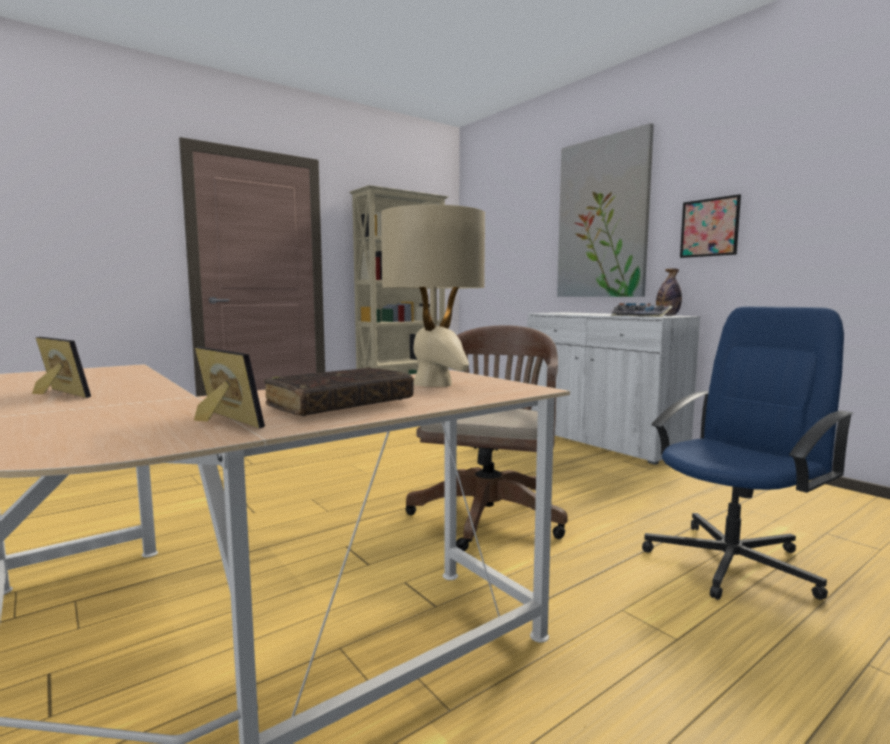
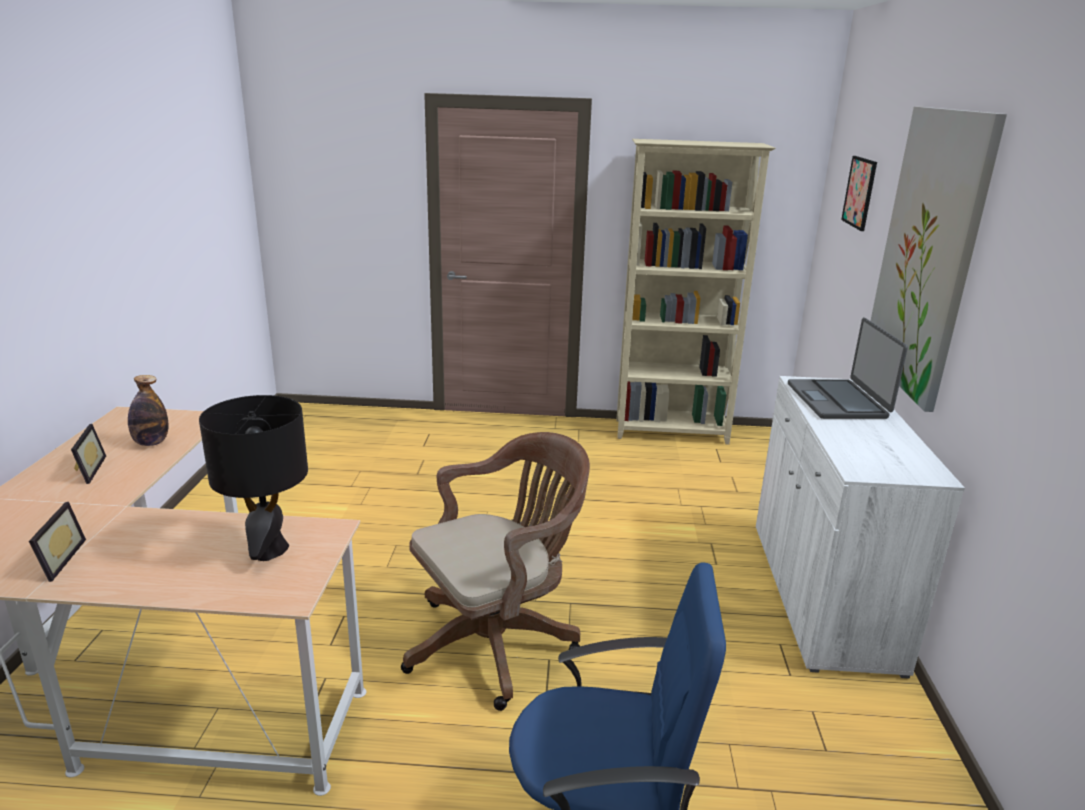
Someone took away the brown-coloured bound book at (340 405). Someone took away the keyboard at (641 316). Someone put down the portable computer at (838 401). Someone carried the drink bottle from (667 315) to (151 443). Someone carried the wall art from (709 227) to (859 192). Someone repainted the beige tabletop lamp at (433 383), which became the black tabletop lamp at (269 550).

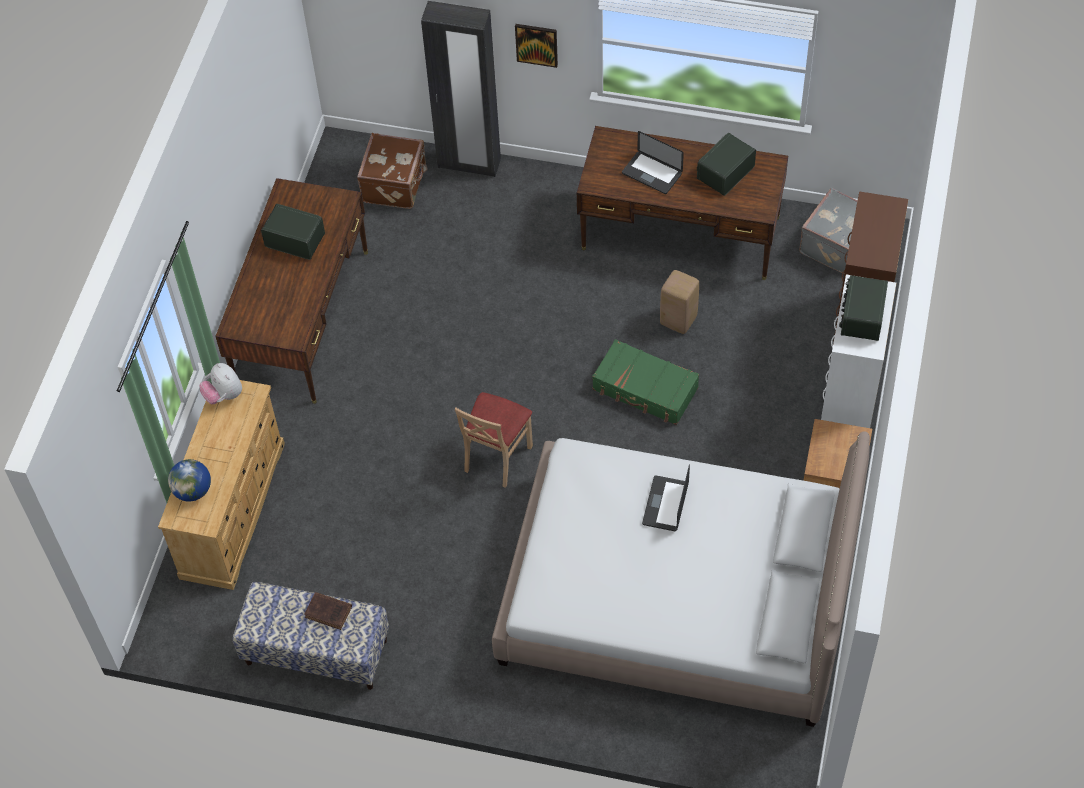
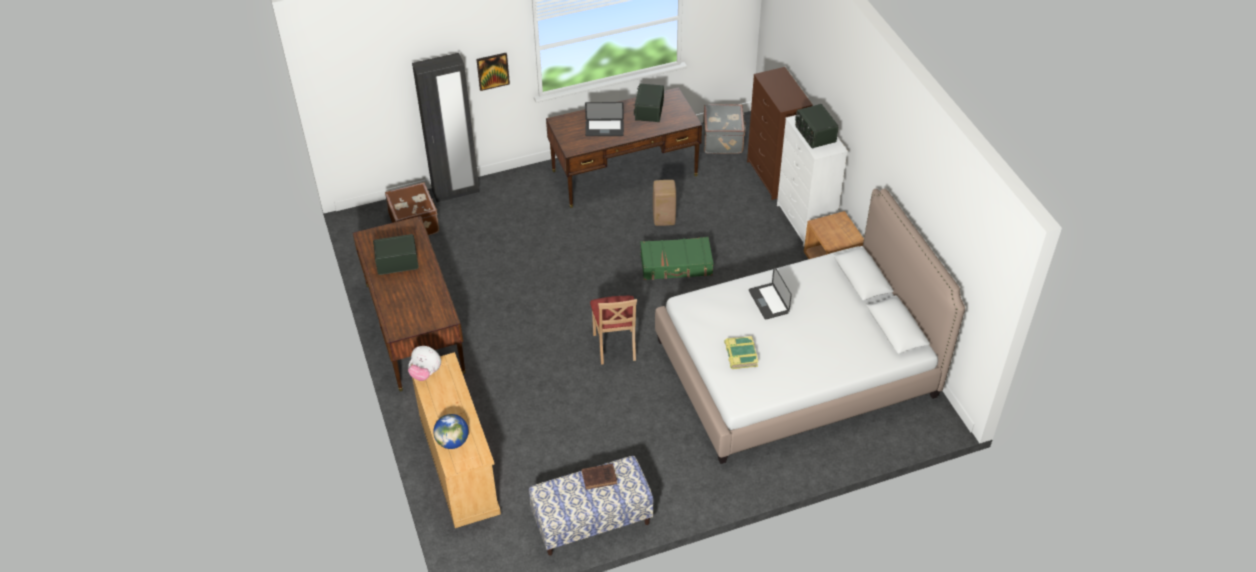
Someone put down the bound book at (740 355).

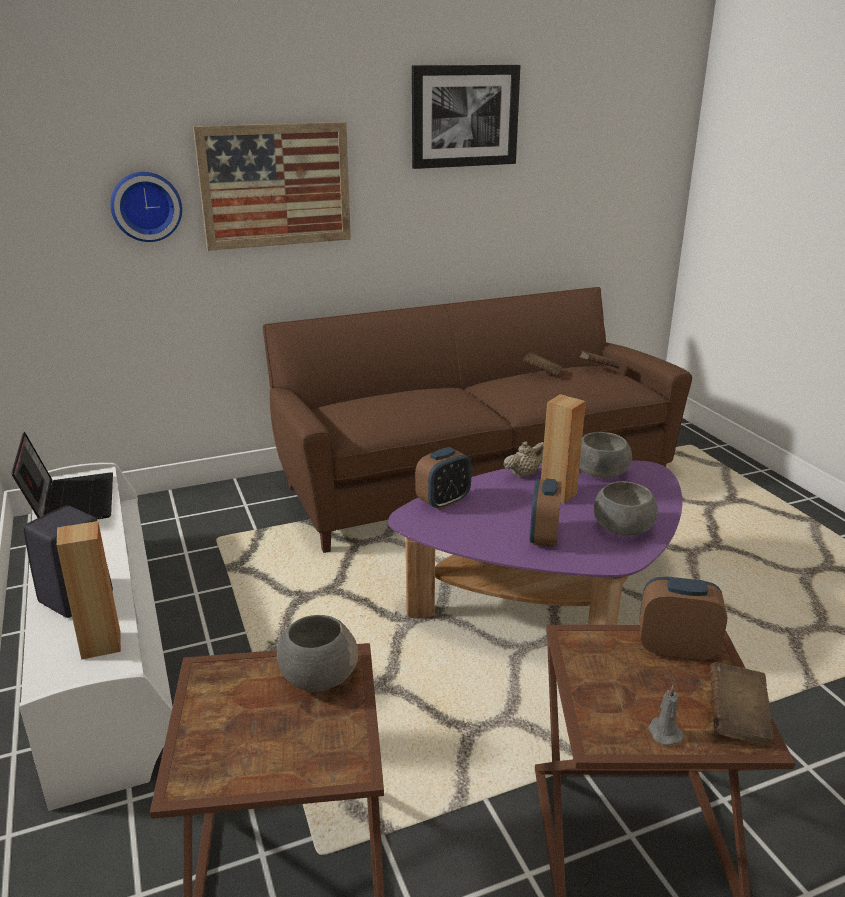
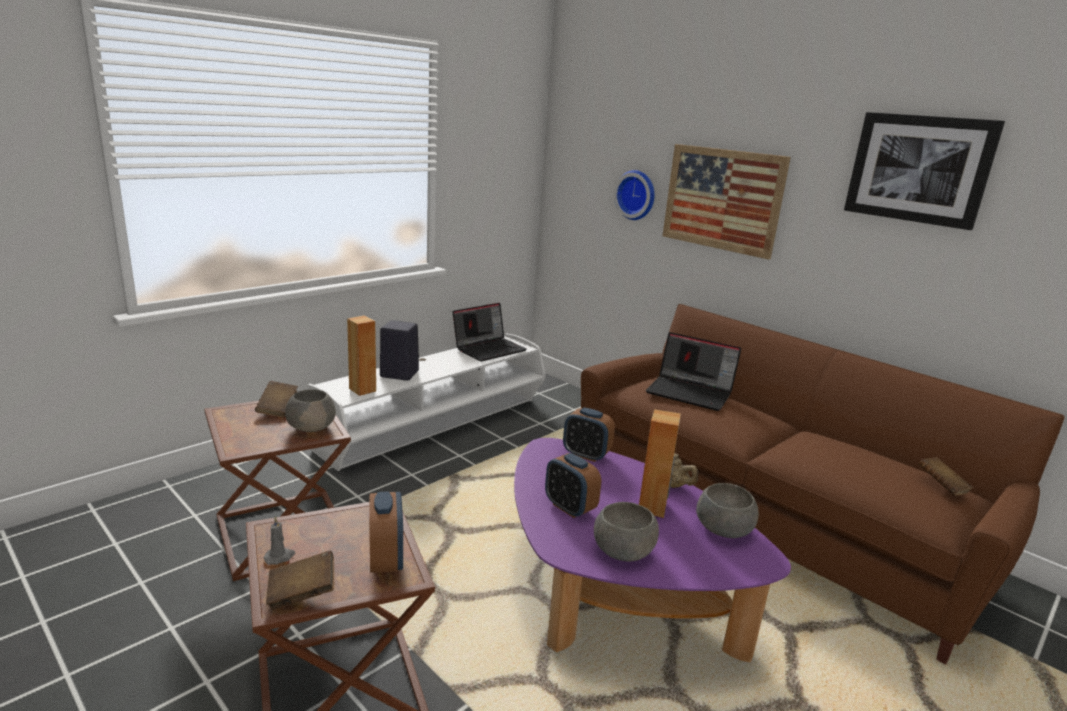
Someone put down the portable computer at (691 392). Someone carried the brown-coloured bound book from (541 373) to (278 409). Someone rotated the table clock at (543 537) by 120 degrees counterclockwise.

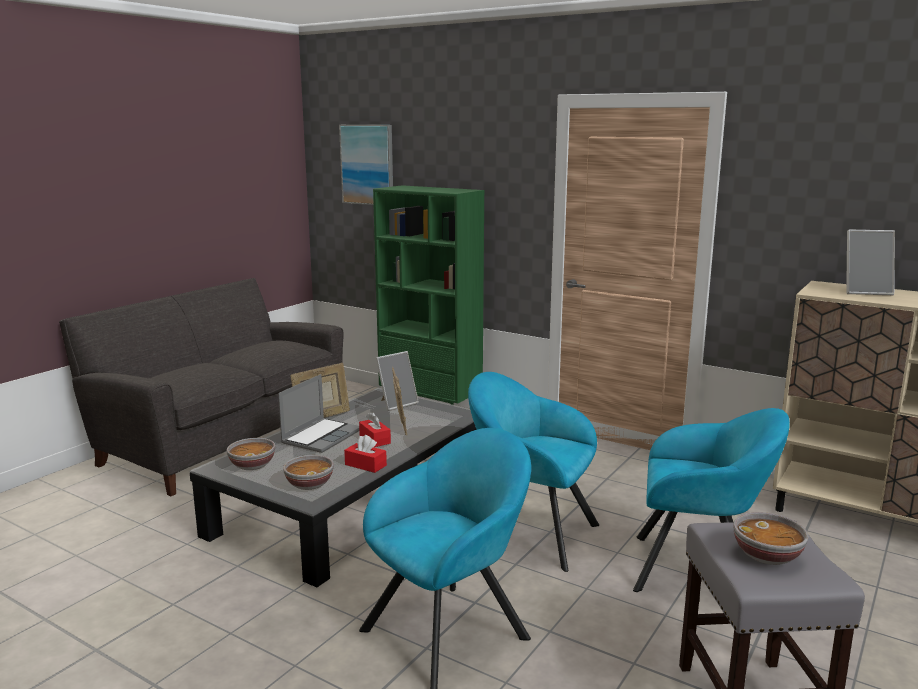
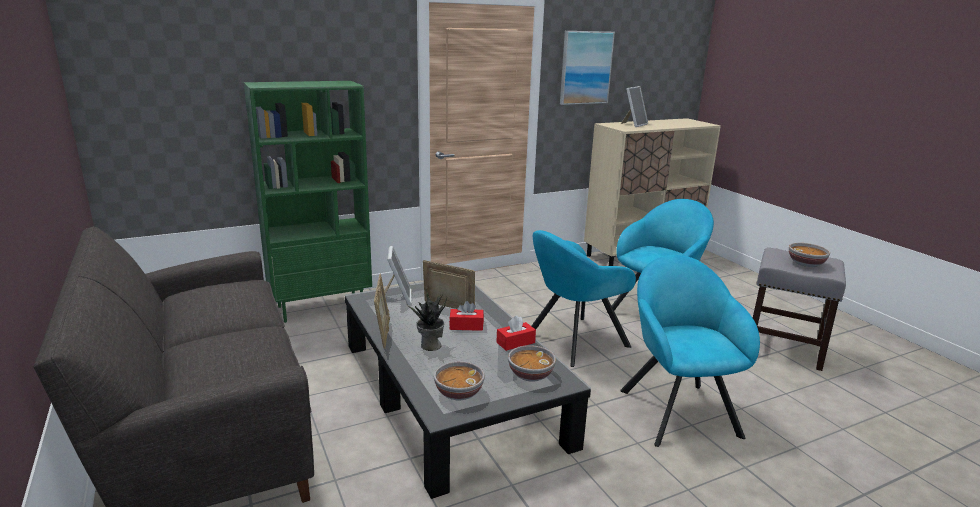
Someone carried the wall art from (367 165) to (585 68). Someone swapped the portable computer at (321 436) for the plant in a pot at (430 346).

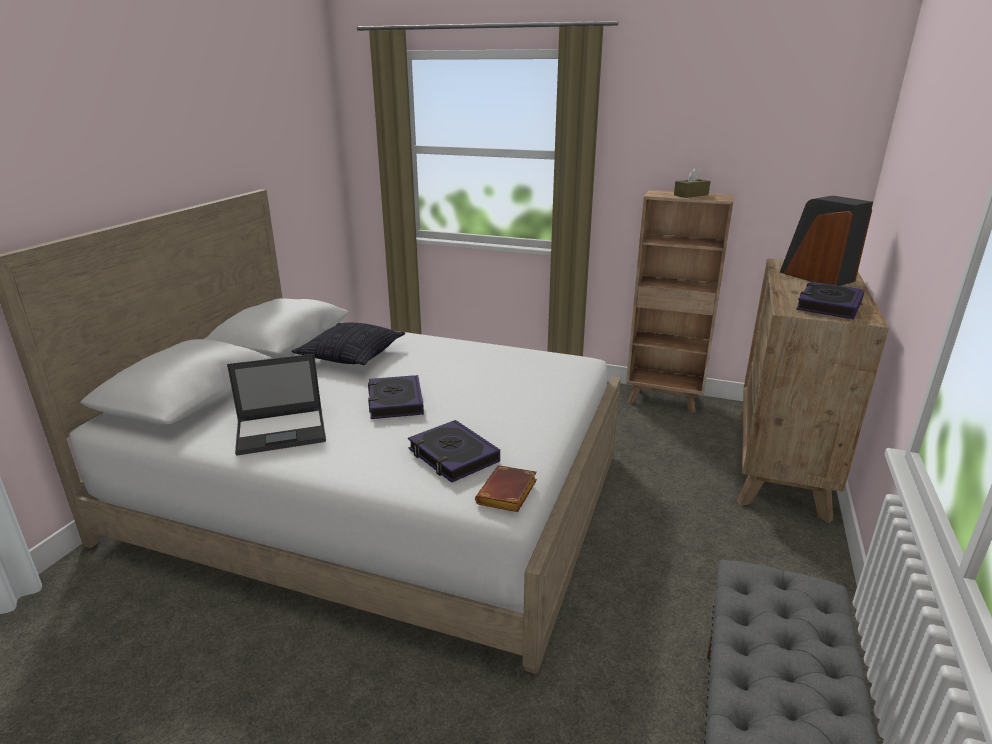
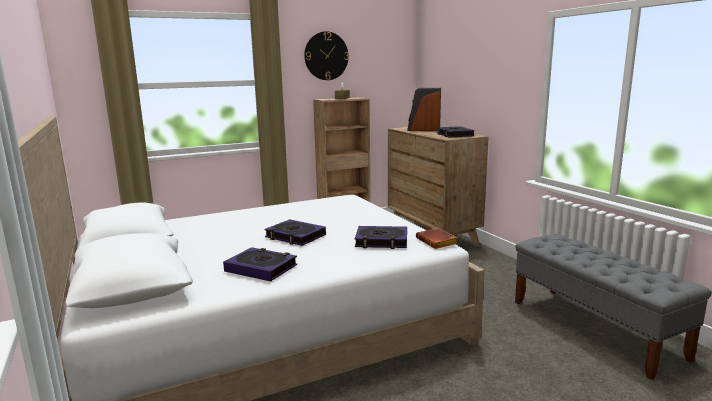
Someone took away the pillow at (352 356). Someone put up the hanging clock at (326 56). Someone swapped the portable computer at (282 431) for the bound book at (261 268).

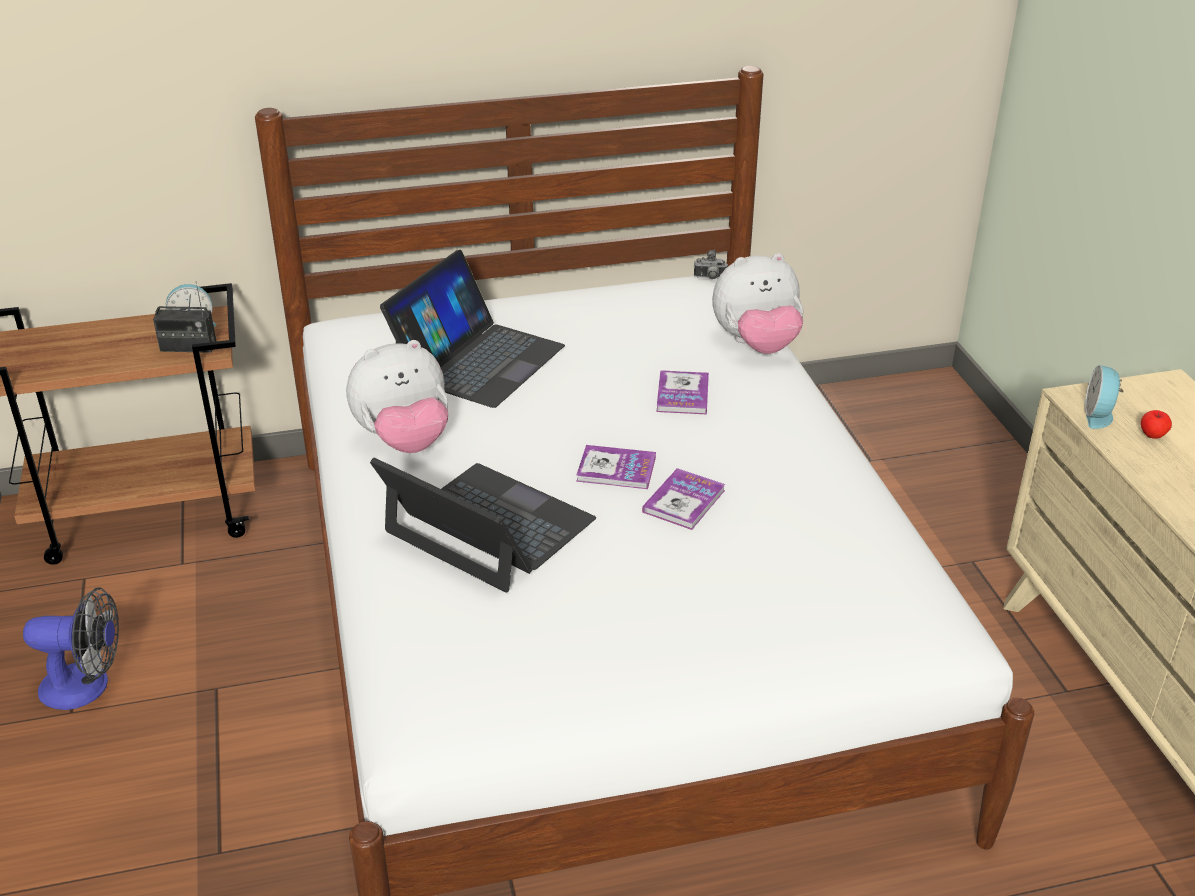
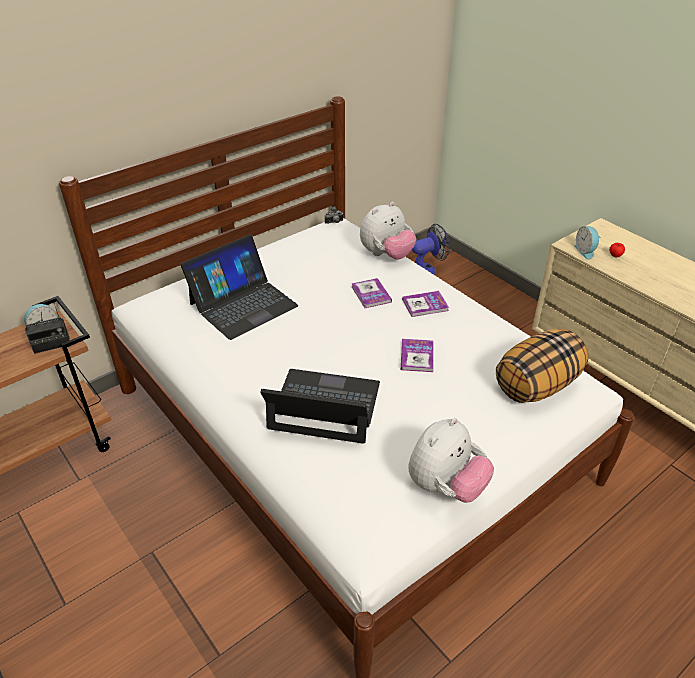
Someone put down the pillow at (536 385). Someone carried the cooling fan from (86 686) to (426 270). Someone carried the soft toy from (404 441) to (446 486). Someone carried the bound book from (616 469) to (425 305). Someone rotated the portable computer at (477 360) by 45 degrees clockwise.

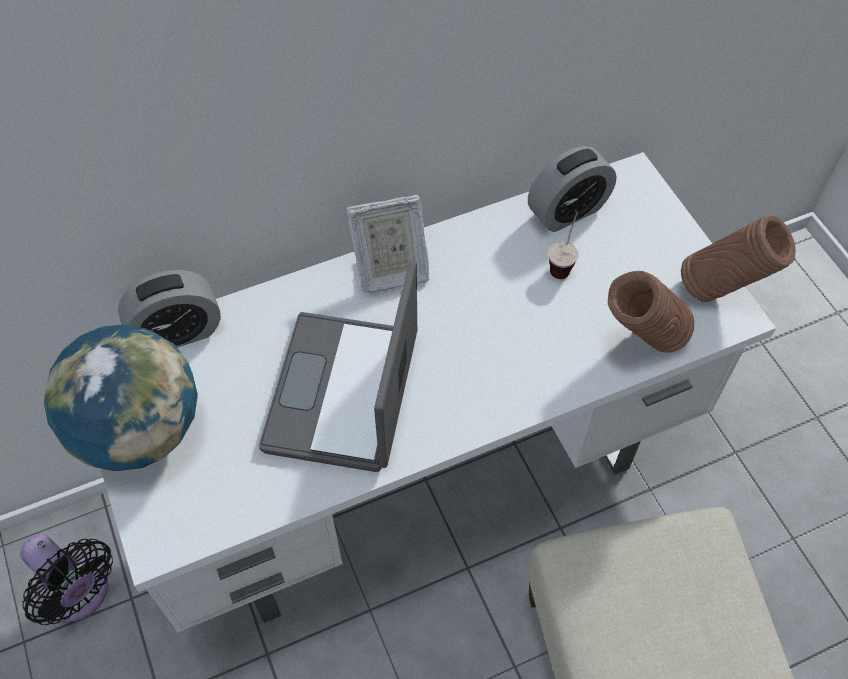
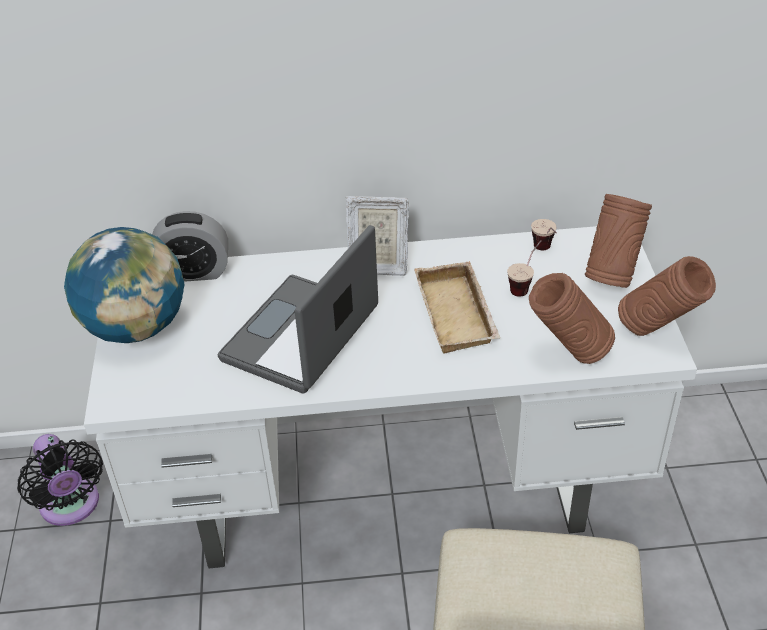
Someone put down the beige carrying tray at (459 314). Someone put down the brown-coloured flower vase at (612 276). Someone swapped the table clock at (567 211) for the drinking cup at (545 252).

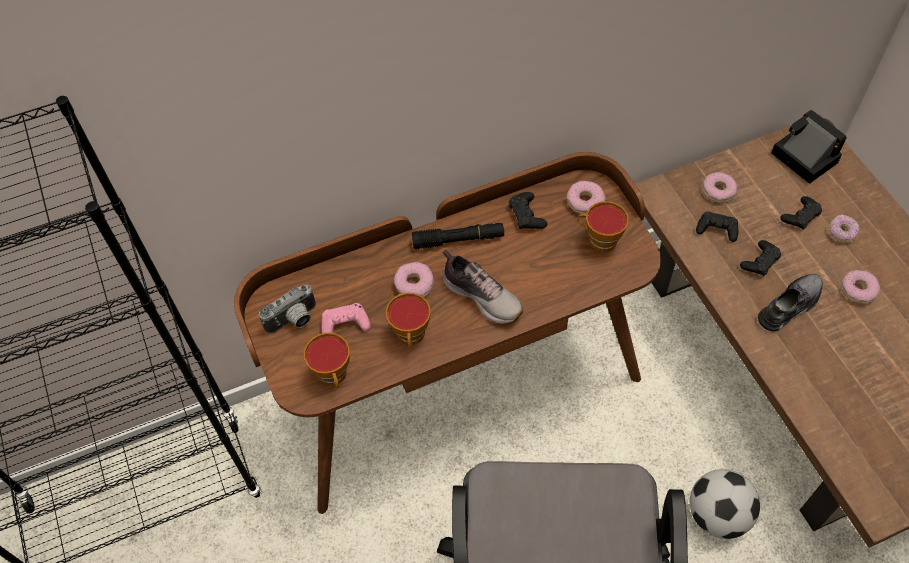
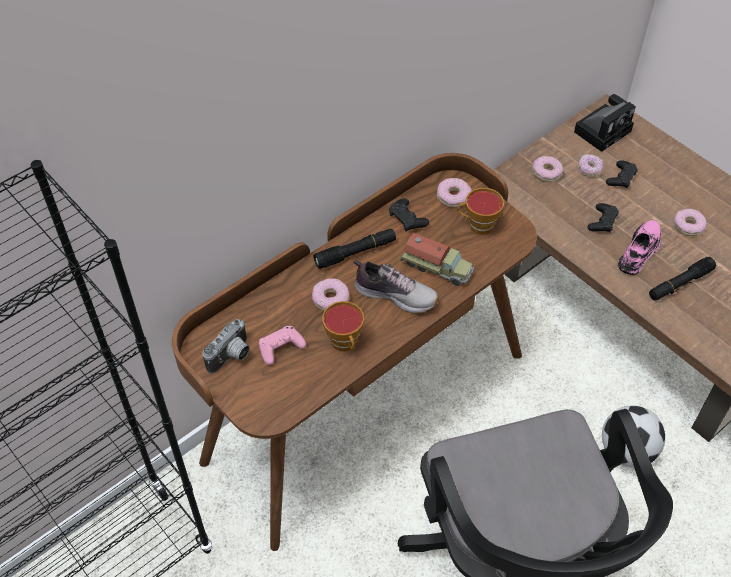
Someone took away the drinking cup at (334 376). Someone took away the black game controller at (717 229). Someone put down the toy truck at (437 267). Someone put down the black flashlight at (680 283). Someone carried the donut from (841 233) to (589 170). Someone repainted the grey shoe at (790 305), which became the pink-coloured shoe at (640 251). Someone rotated the still camera at (801 156) by 105 degrees clockwise.

